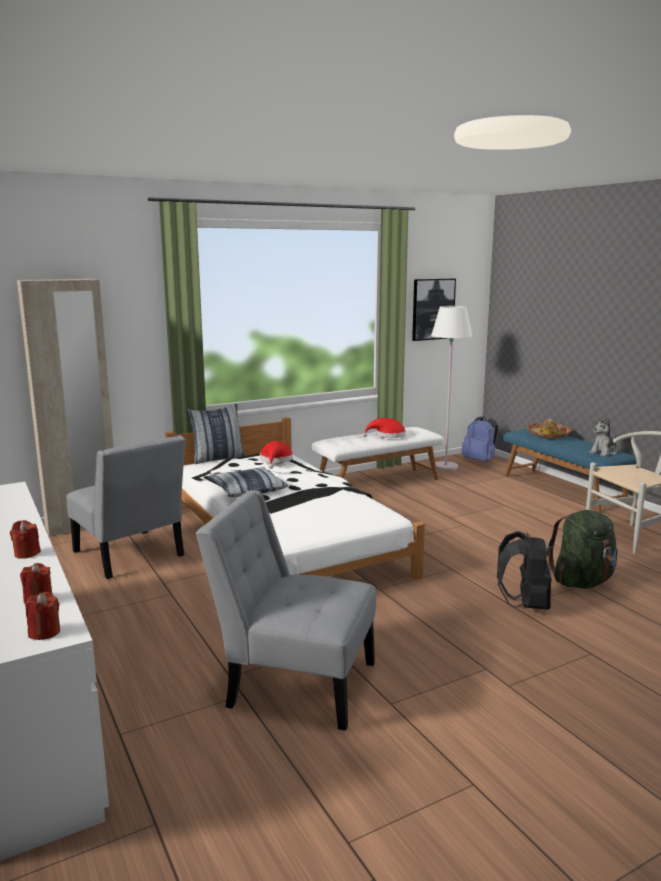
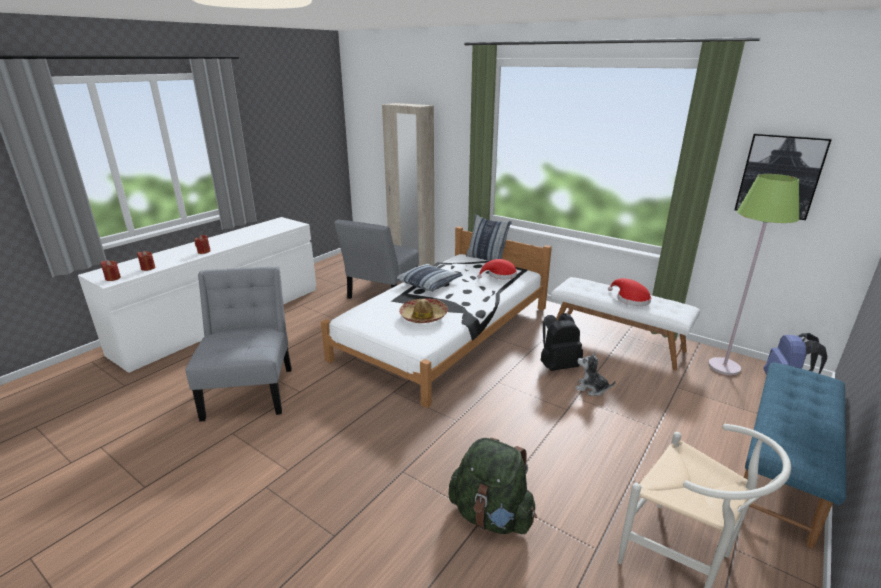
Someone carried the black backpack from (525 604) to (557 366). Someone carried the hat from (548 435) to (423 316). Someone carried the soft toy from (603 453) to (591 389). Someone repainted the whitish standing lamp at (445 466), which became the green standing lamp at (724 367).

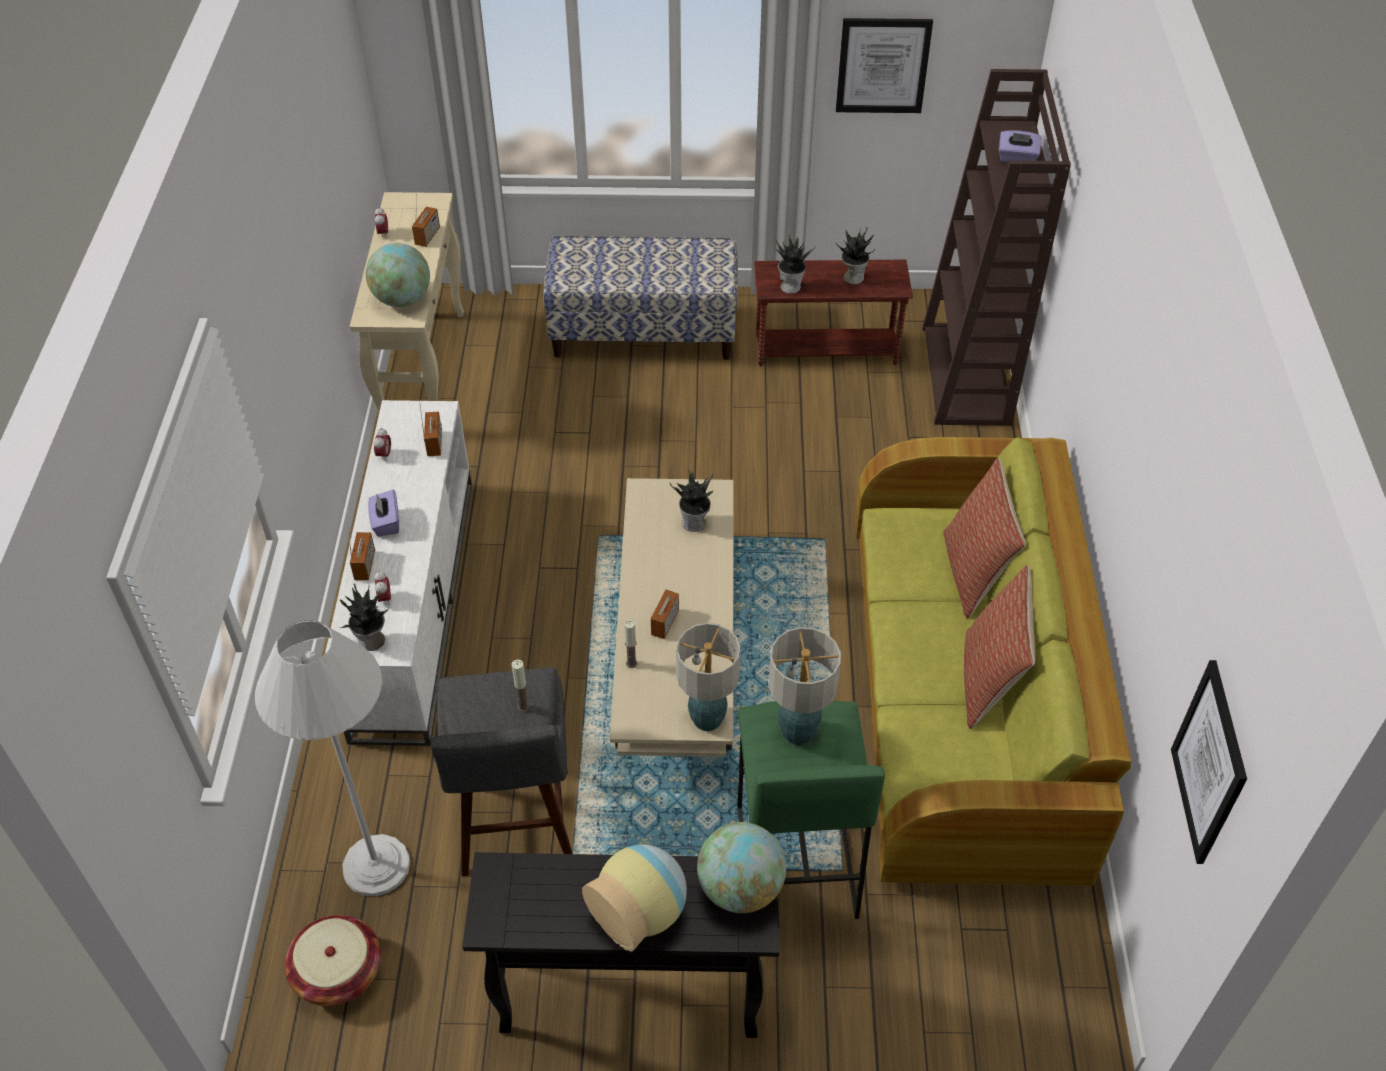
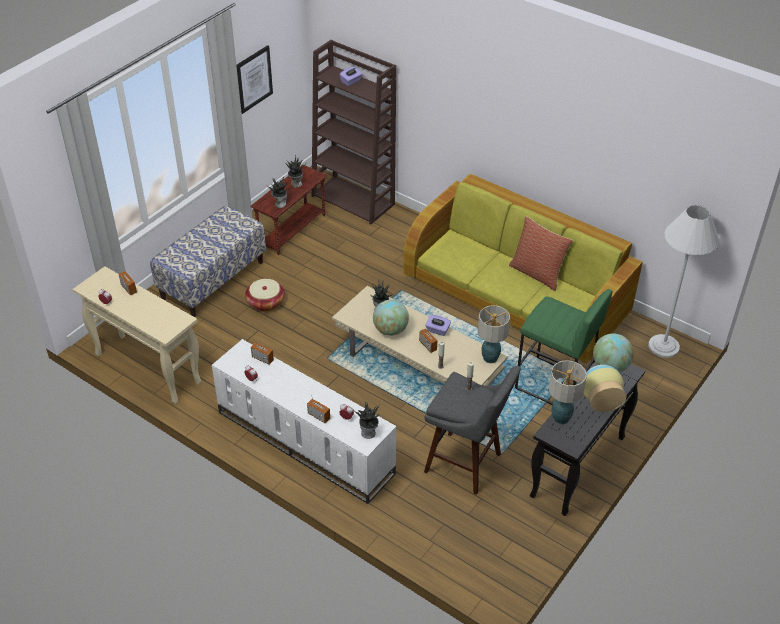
Someone took away the pillow at (974 573). Someone took away the wall art at (1209 763). Someone carried the whitish standing lamp from (376 865) to (663 346). Someone carried the storage basket from (338 972) to (265 302). Someone carried the world globe from (402 299) to (390 330). Someone carried the purple-coloured box of tissues from (386 522) to (437 330). Someone carried the tabletop lamp from (797 733) to (561 418).

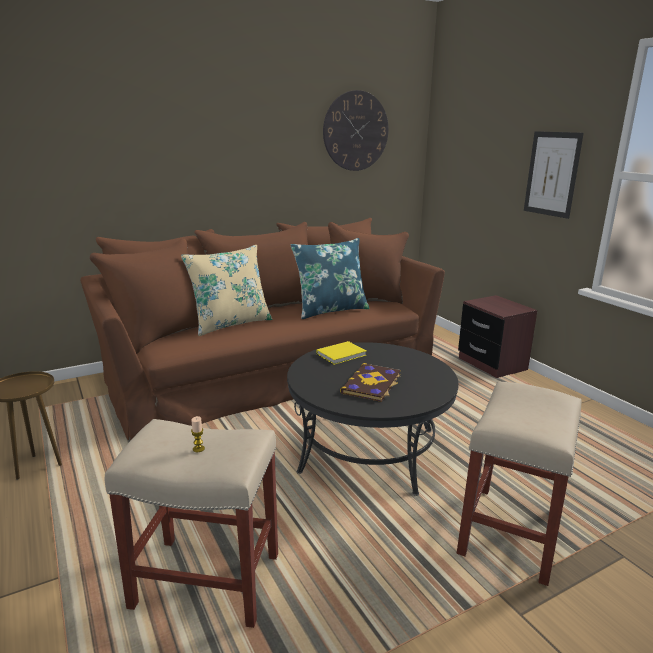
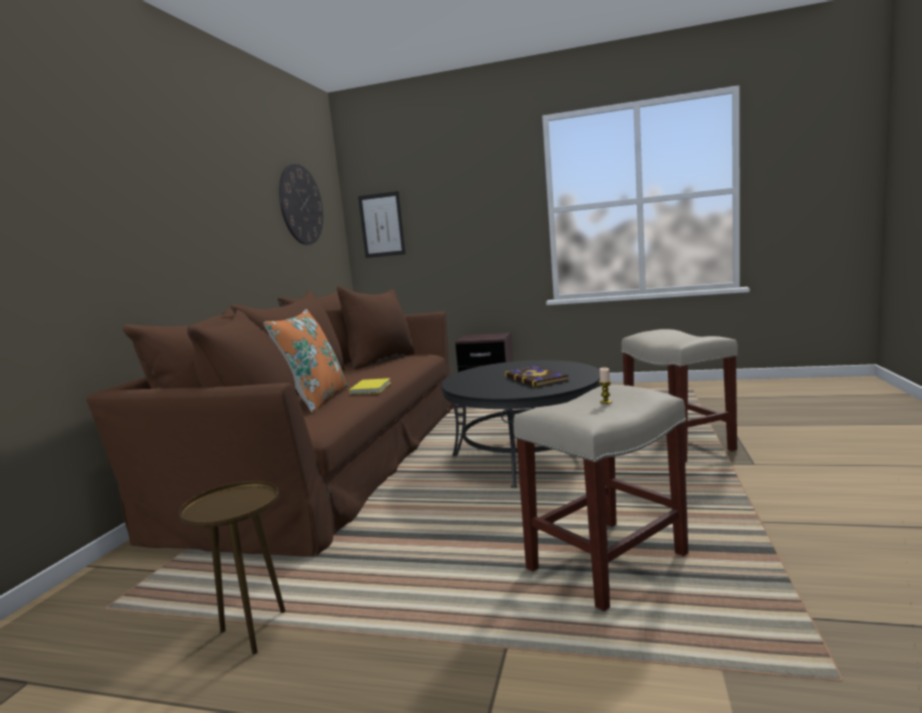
Someone took away the blue pillow at (330 310). Someone carried the yellowish bound book from (342 354) to (371 388). Someone carried the wall art from (552 174) to (382 225). Someone repainted the beige pillow at (230 323), which became the orange pillow at (315 400).

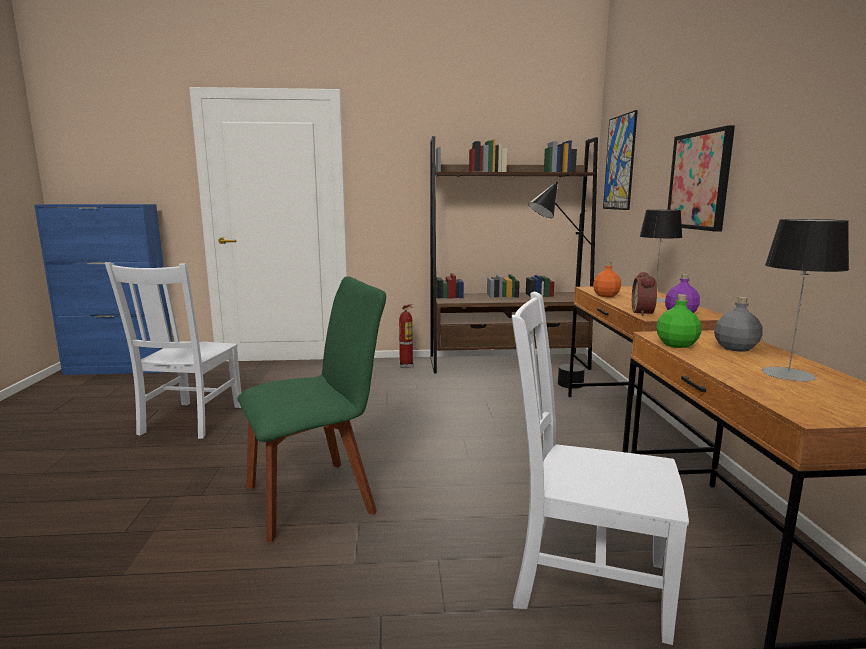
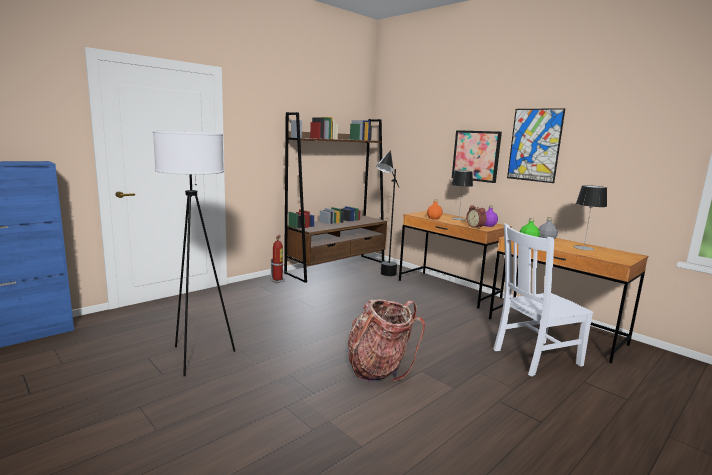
Someone carried the wall art from (619 163) to (534 145). Someone swapped the whitish upright chair at (190 421) for the whitish standing lamp at (198 357). Someone swapped the green upright chair at (316 496) for the backpack at (379 368).

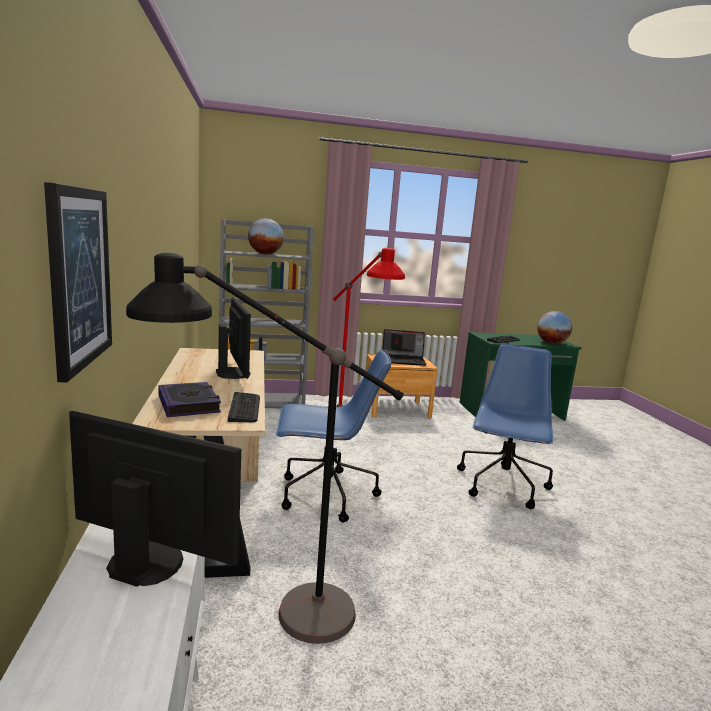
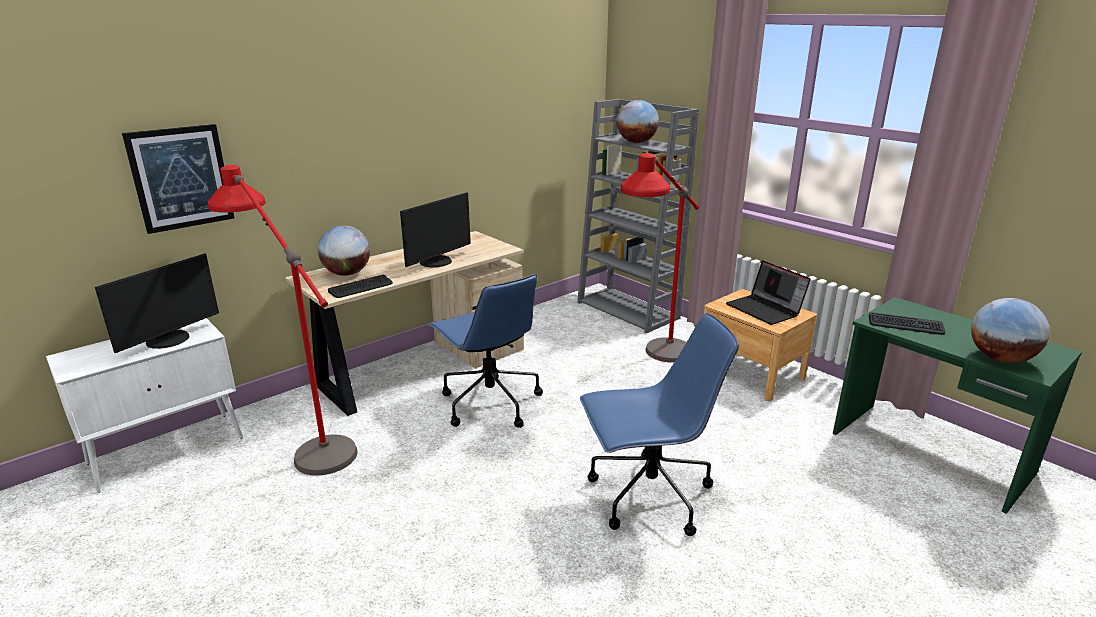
Someone swapped the bound book at (189 404) for the world globe at (347 274). Someone repainted the black standing lamp at (261 619), which became the reddish standing lamp at (305 438). Someone rotated the computer display at (148 561) by 45 degrees clockwise.

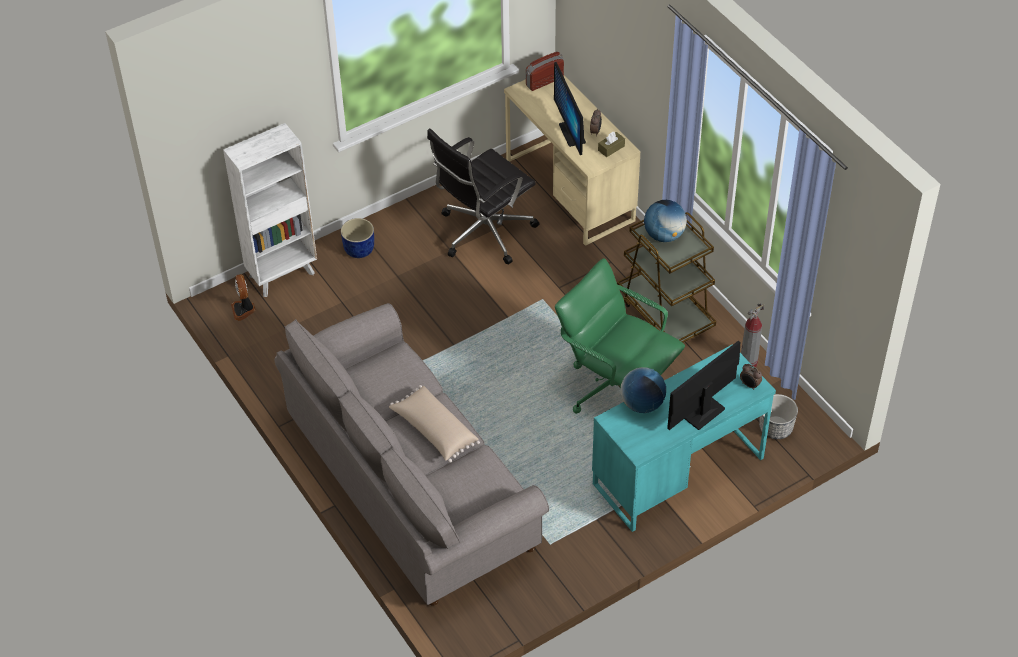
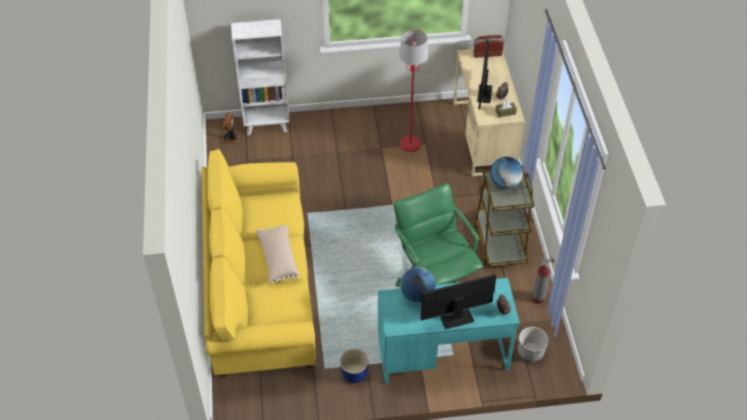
Someone carried the blue plant pot from (359 250) to (354 374). Someone swapped the black computer chair at (483 232) for the reddish standing lamp at (409 144). Someone repainted the grey sofa at (412 485), which became the yellowish sofa at (261 291).

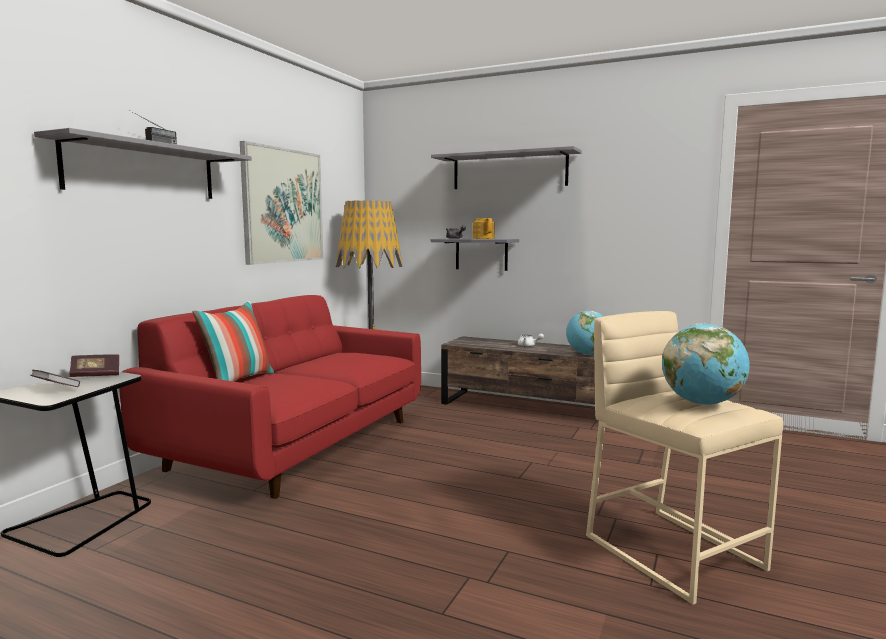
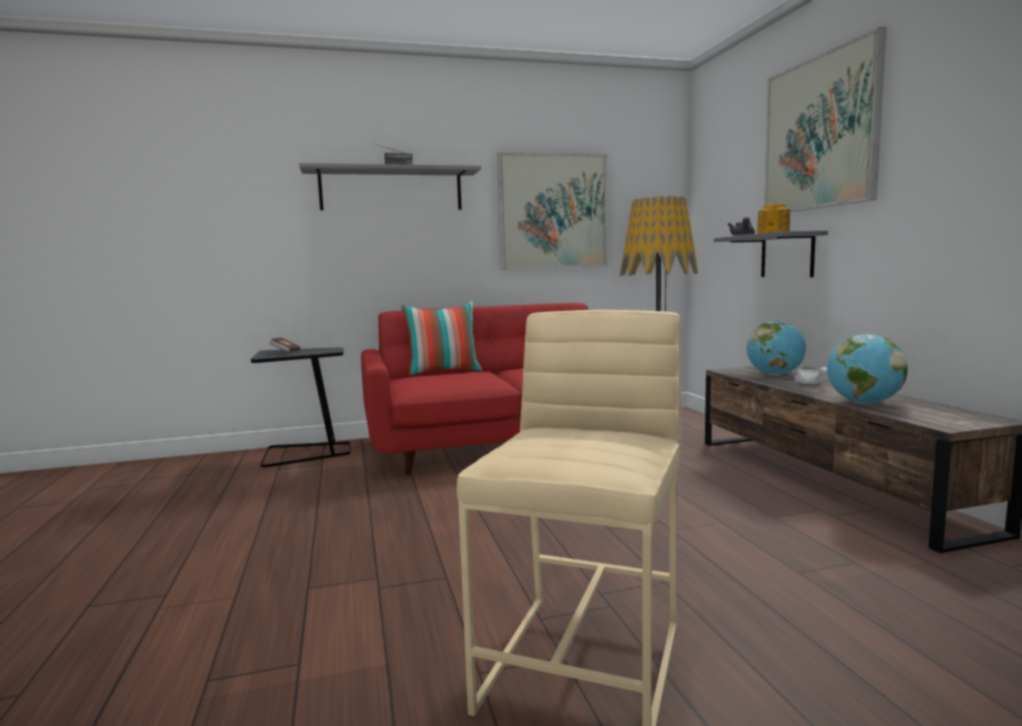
Someone took away the bound book at (95 375). Someone carried the world globe from (702 403) to (775 375). Someone swapped the grey bracket shelf at (509 171) for the wall art at (820 133).

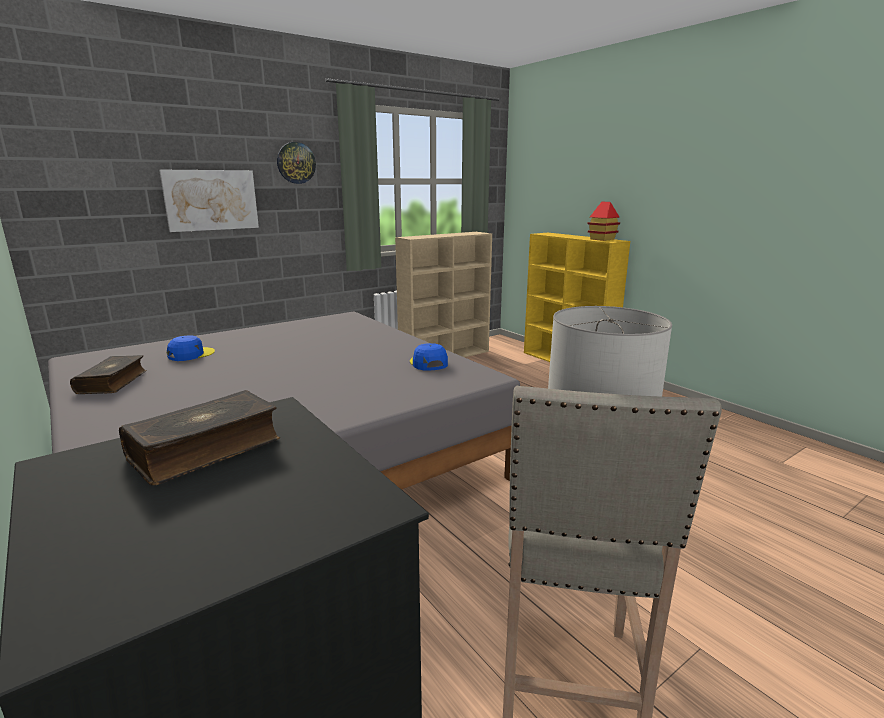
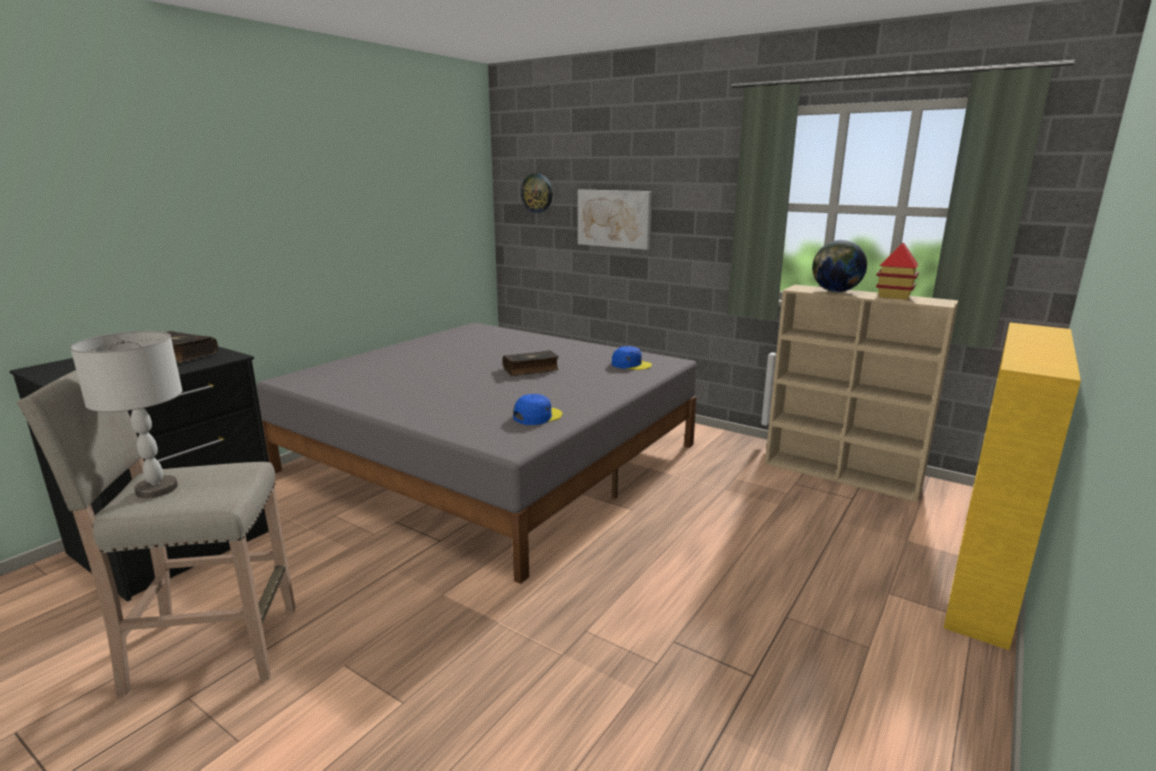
Someone put down the world globe at (835 292). Someone carried the bound book from (113 382) to (531 369). Someone carried the blue peaked cap from (191 354) to (631 364). Someone carried the hanging clock from (296 163) to (537 193). Someone carried the toy house from (602 239) to (893 296).

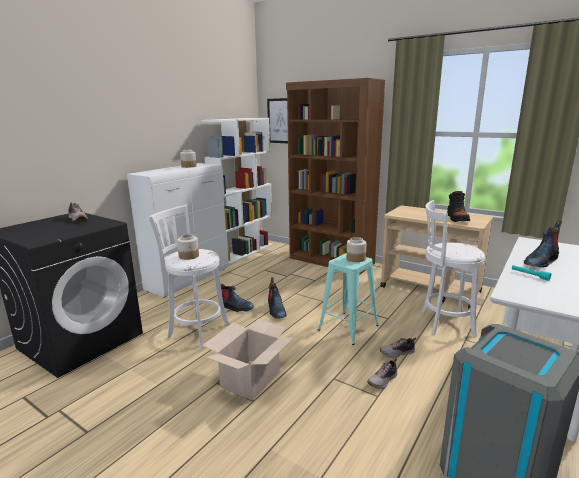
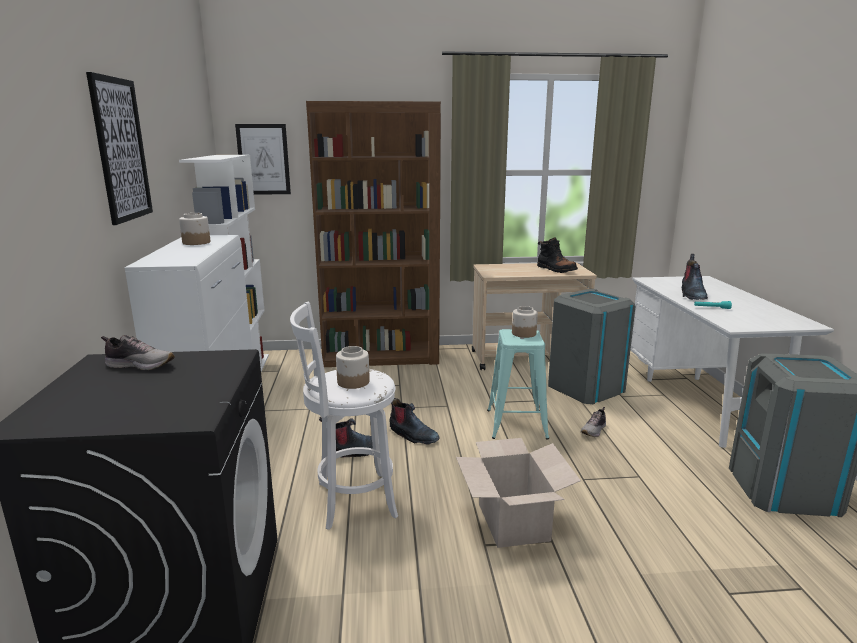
Someone took away the shoe at (383 380). Someone put up the wall art at (121 150). Someone swapped the whitish stool seat at (444 323) for the grey waste bin at (585 387).

